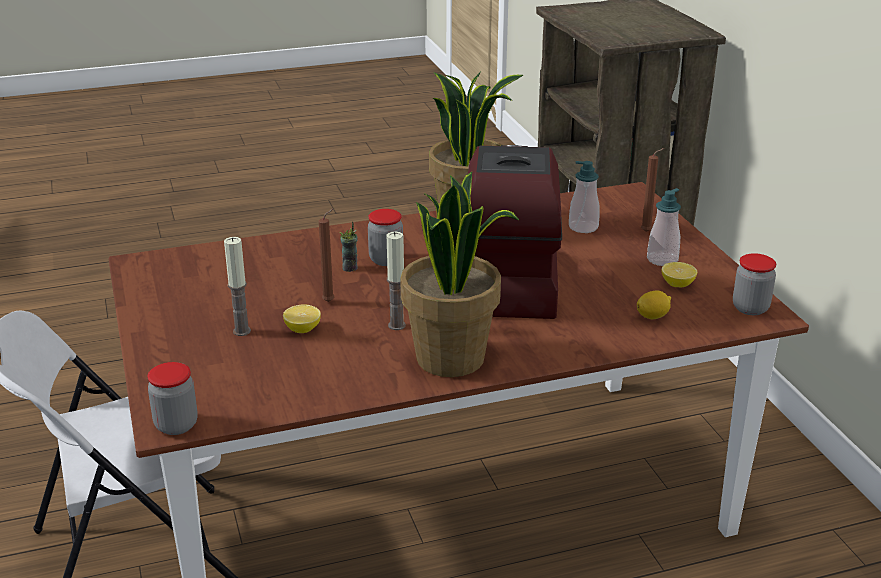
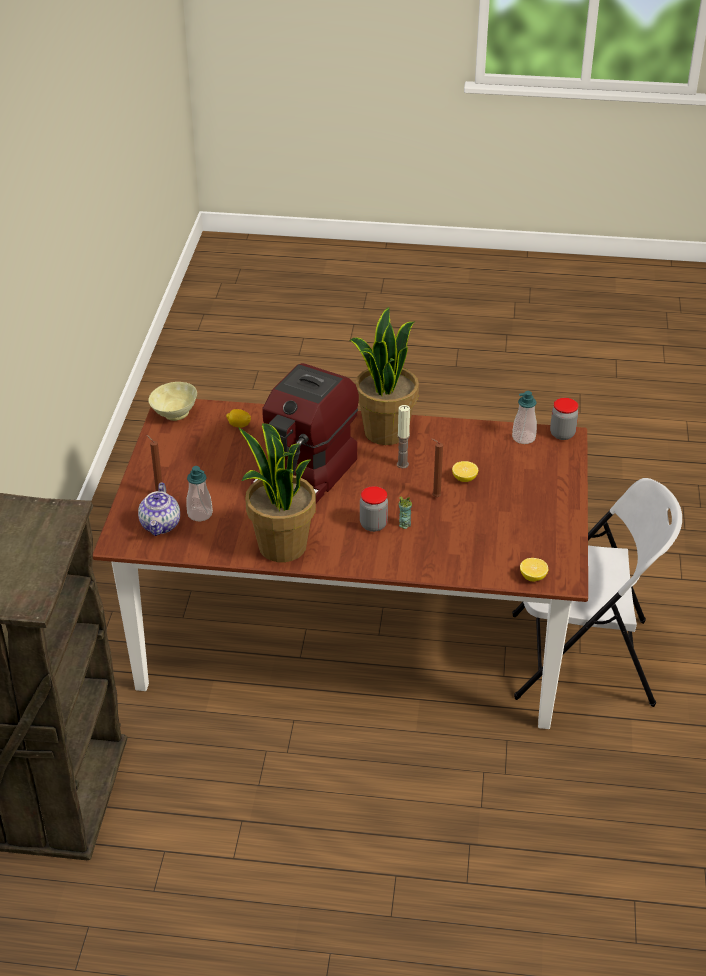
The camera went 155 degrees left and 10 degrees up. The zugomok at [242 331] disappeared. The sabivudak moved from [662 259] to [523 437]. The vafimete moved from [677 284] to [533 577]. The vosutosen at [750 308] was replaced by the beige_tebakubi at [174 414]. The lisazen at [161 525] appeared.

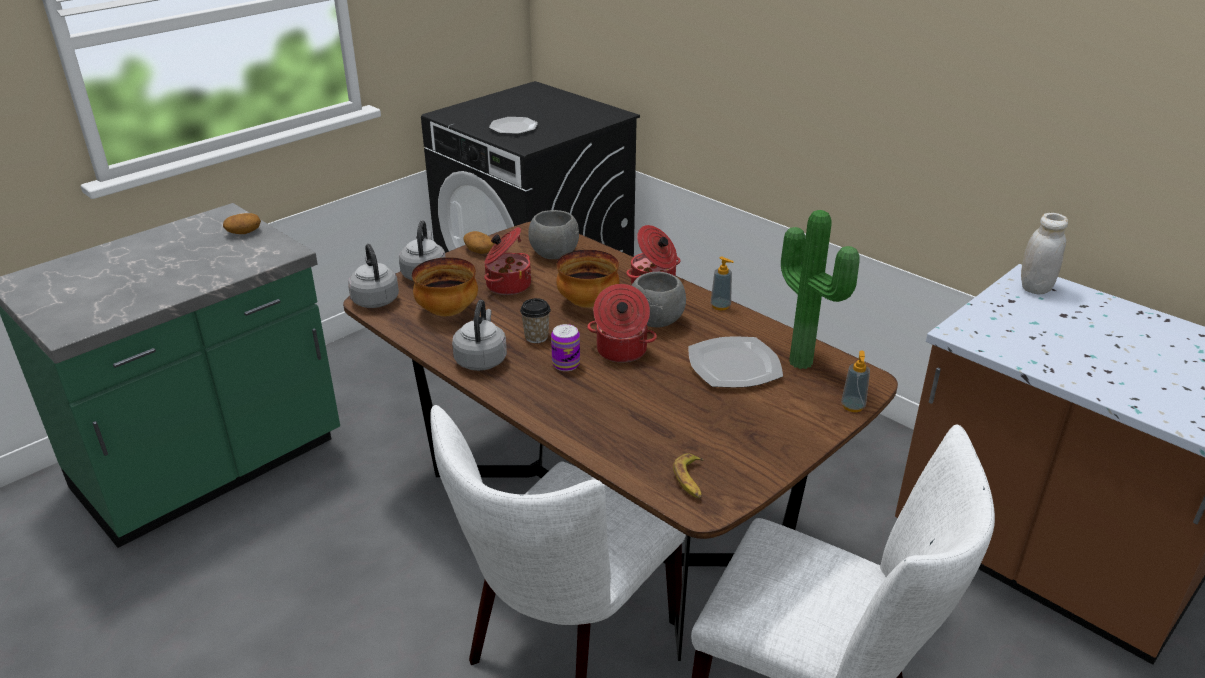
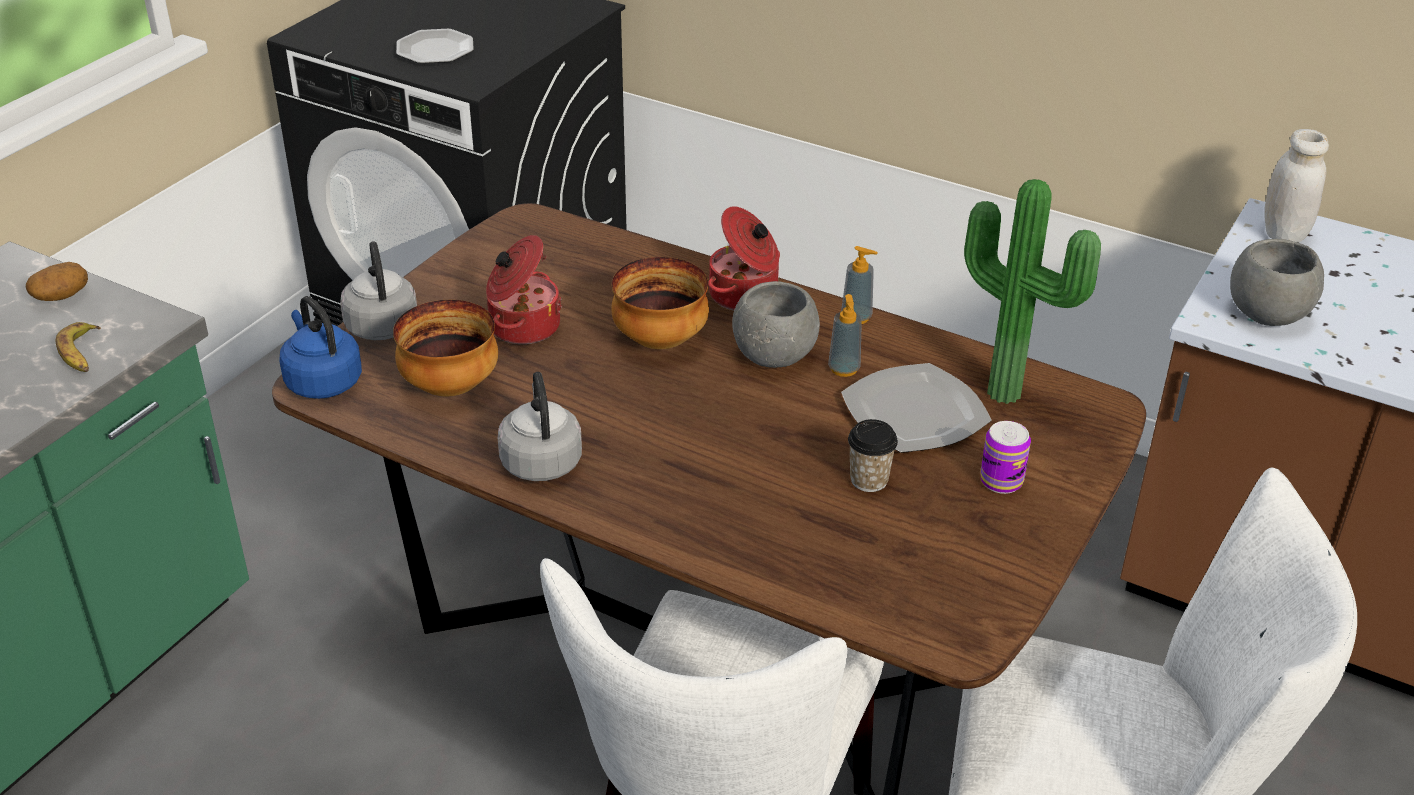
The camera went 15 degrees left and 5 degrees up. The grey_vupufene at [375 299] became the blue_vupufene at [322 381]. The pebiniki at [479 251] disappeared. The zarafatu moved from [536 337] to [869 480]. The grey_tebakubi moved from [553 254] to [1266 314]. The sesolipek moved from [566 364] to [1001 481]. The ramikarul at [621 351] disappeared. The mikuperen moved from [691 481] to [81 354]. The sabivudak moved from [852 406] to [844 369].

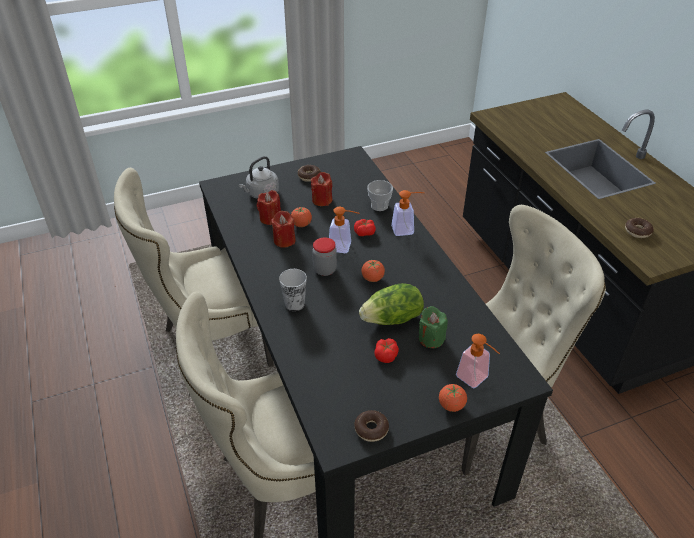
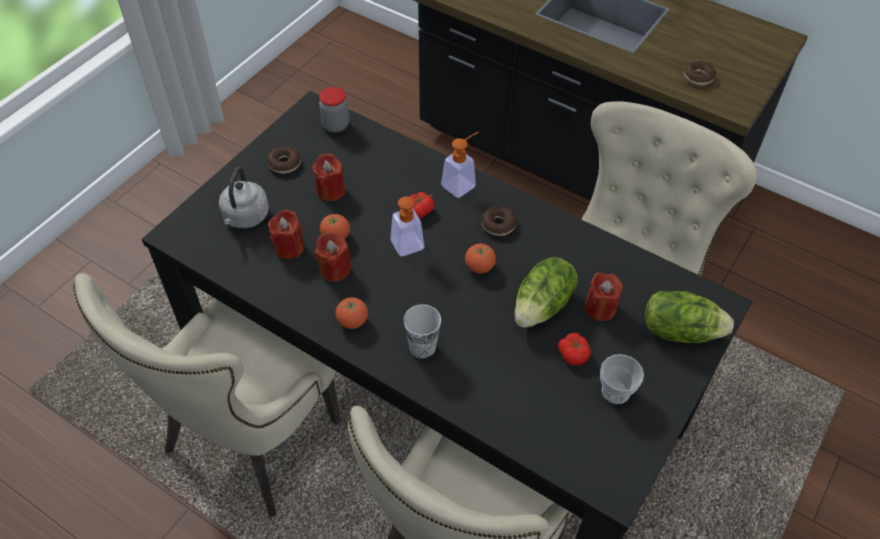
The camera went 35 degrees left and 10 degrees up. The vosutosen moved from [325 270] to [335 125]. The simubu moved from [371 429] to [498 225]. The zarafatu moved from [379 206] to [615 391]. The green_zugomok at [431 338] became the red_zugomok at [600 308]. The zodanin moved from [451 405] to [352 321]. The sabivudak at [476 379] was replaced by the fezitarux at [679 330].

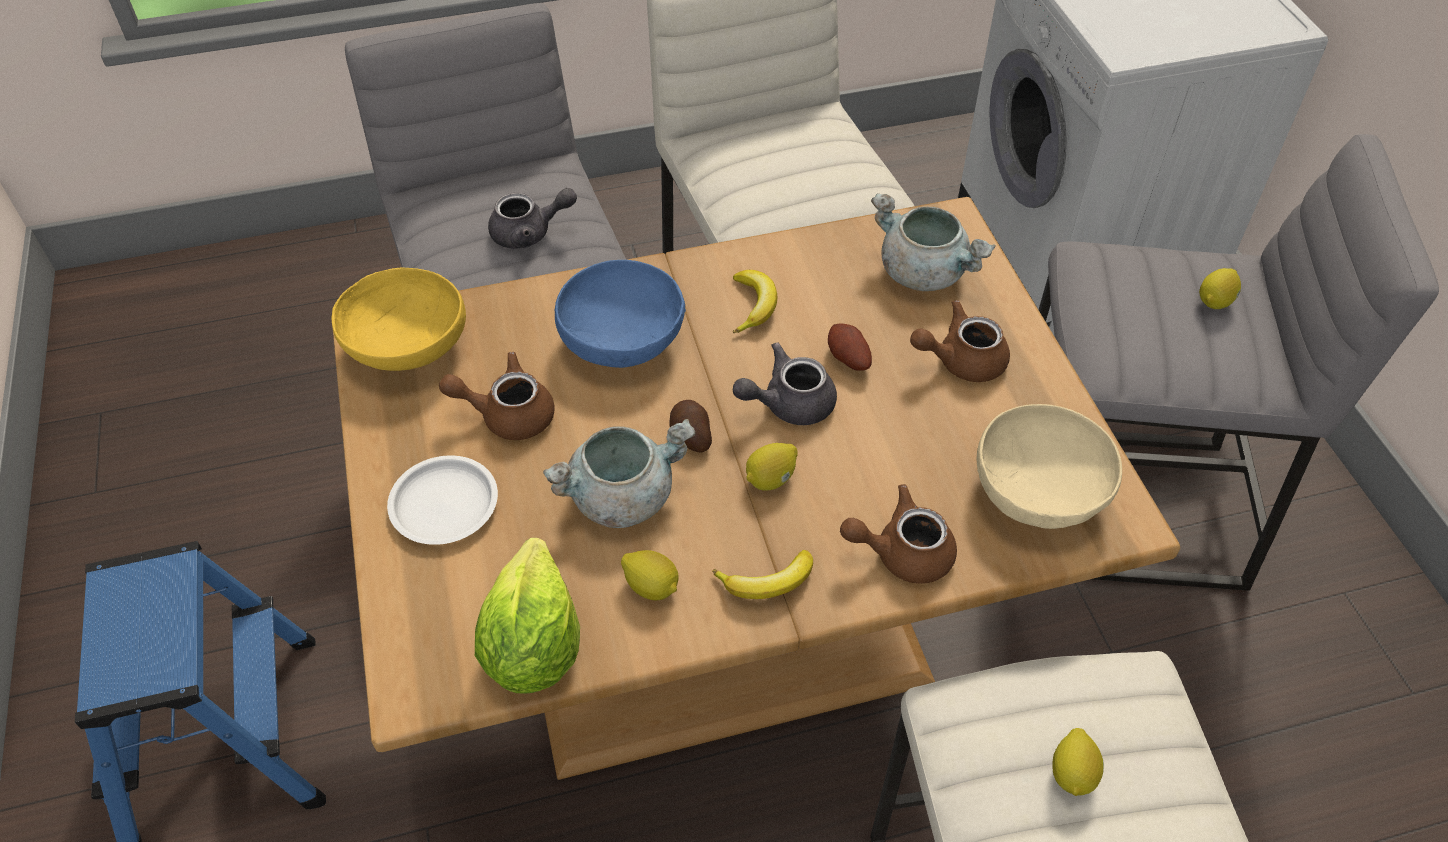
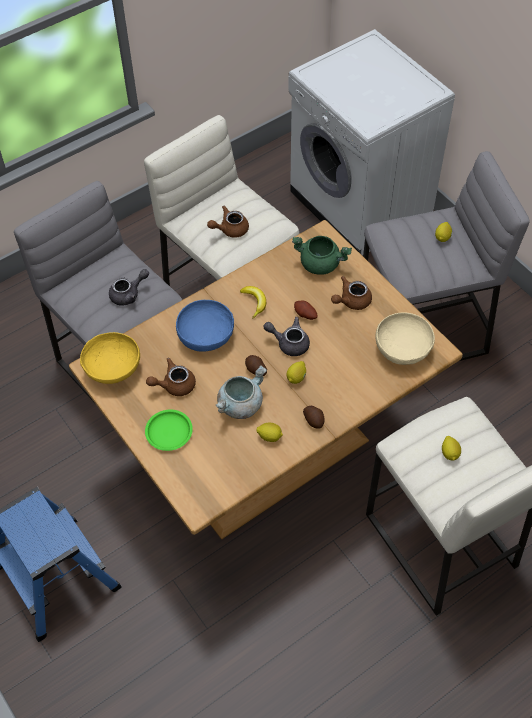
The camera went 20 degrees left and 5 degrees up. The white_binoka at [443 505] became the green_binoka at [168 432]. The fezitarux at [533 645] disappeared. The mikuperen at [767 582] was replaced by the pebiniki at [314 420]. The grey_lisazen at [788 404] turned 60 degrees clockwise. The brown_lisazen moved from [901 553] to [230 229]. The grey_ramikarul at [924 272] became the green_ramikarul at [320 264].

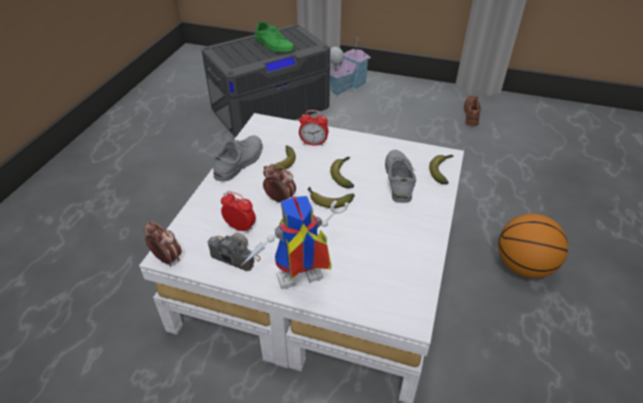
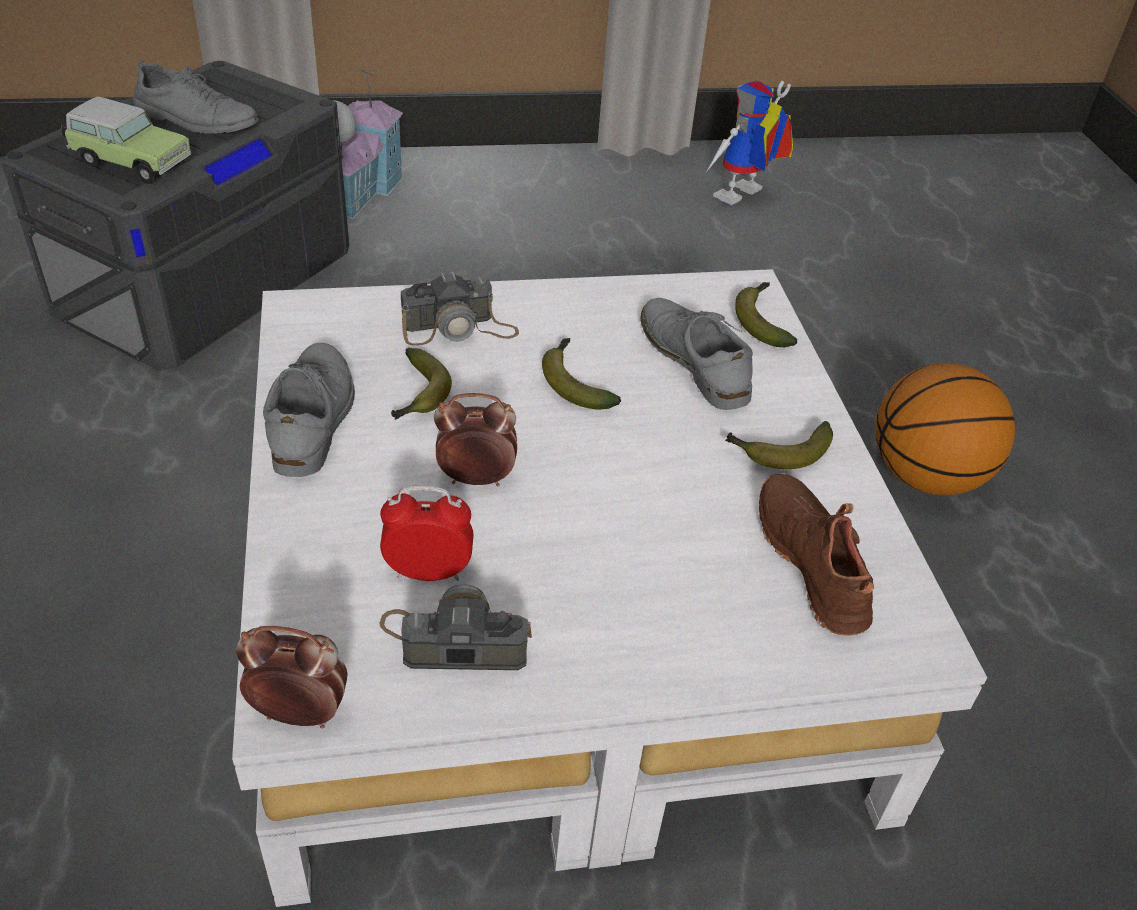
The camera went 30 degrees left and 0 degrees up. The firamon moved from [297 283] to [741 198]. The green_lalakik at [274 45] became the grey_lalakik at [196 119]. The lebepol at [313 143] was replaced by the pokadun at [459 329]. The mikuperen moved from [327 200] to [778 453]. The brown_lalakik moved from [472 114] to [814 563]. The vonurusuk at [129 163] appeared.

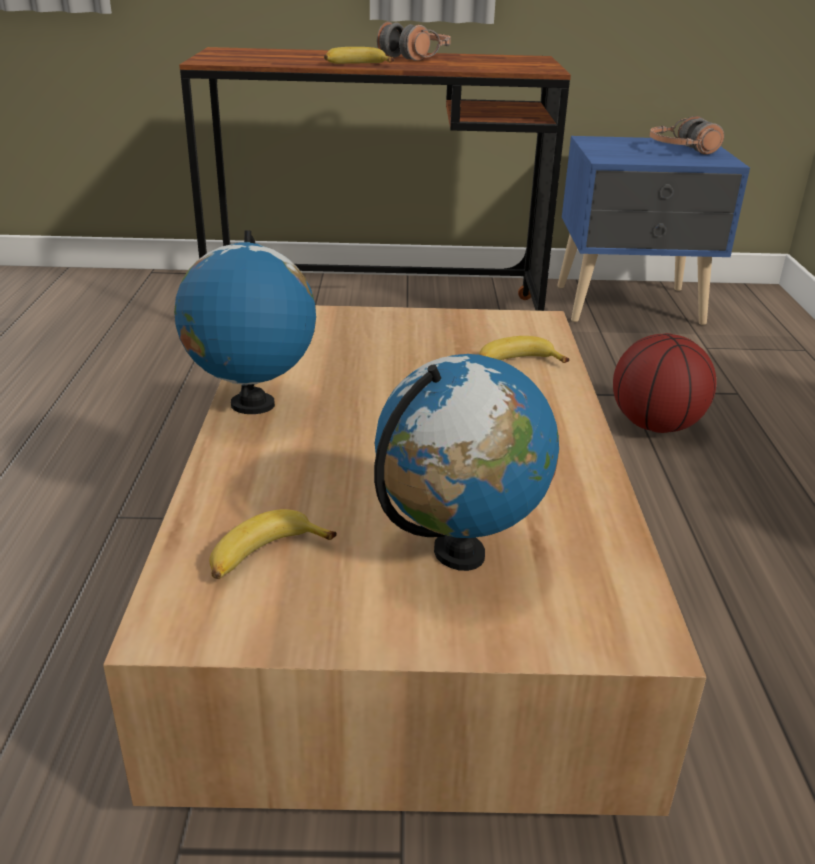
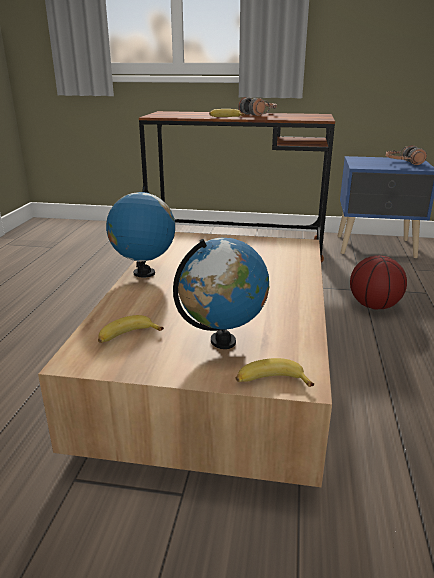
The camera went 10 degrees right and 5 degrees down. The mikuperen moved from [517 362] to [271 381].

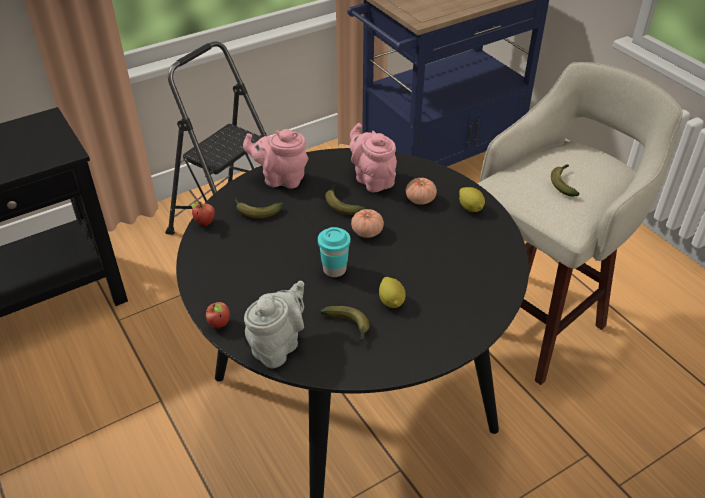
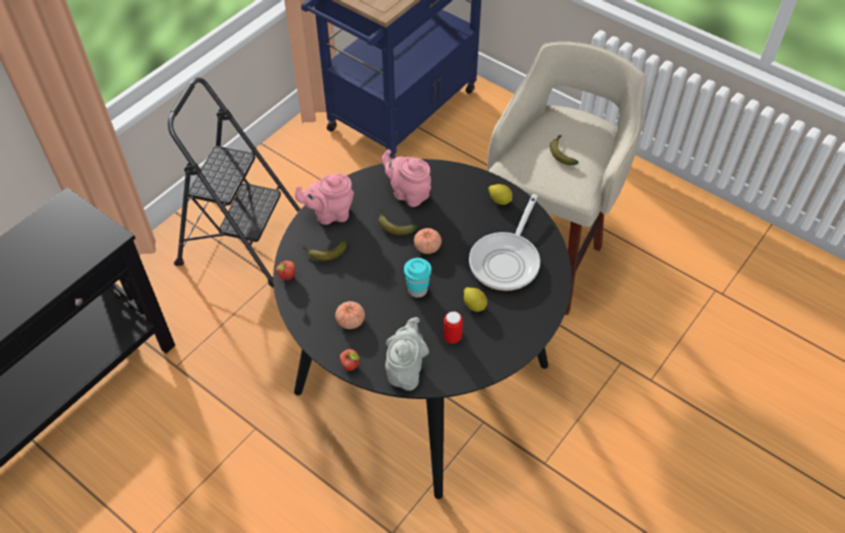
The camera went 20 degrees left and 10 degrees up. The mikuperen at [349 327] was replaced by the sesolipek at [452 337]. The zodanin moved from [420 199] to [350 321]. The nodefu at [507 260] appeared.

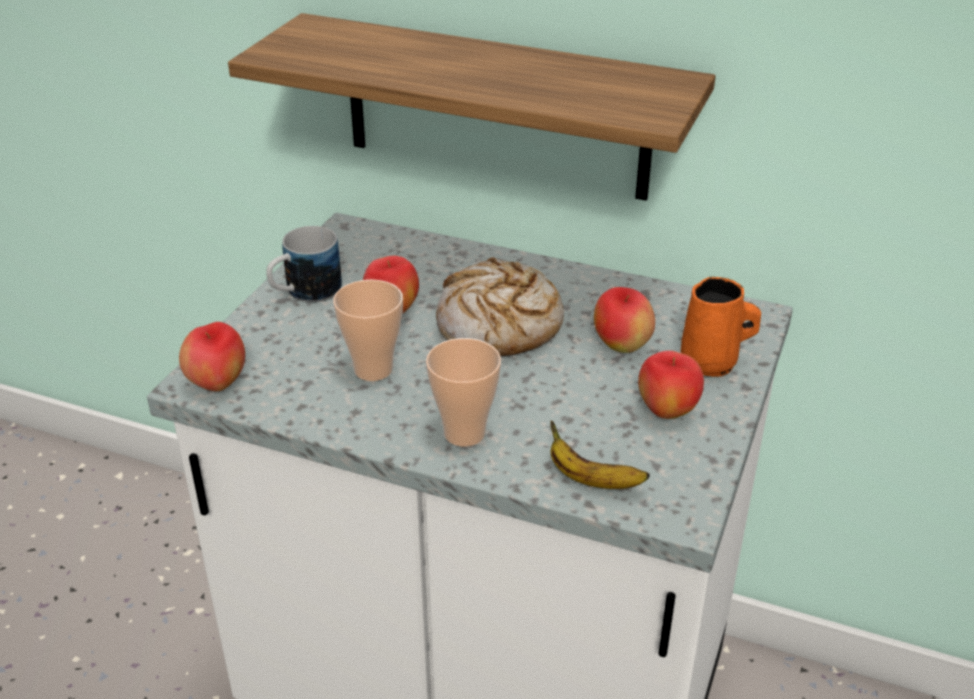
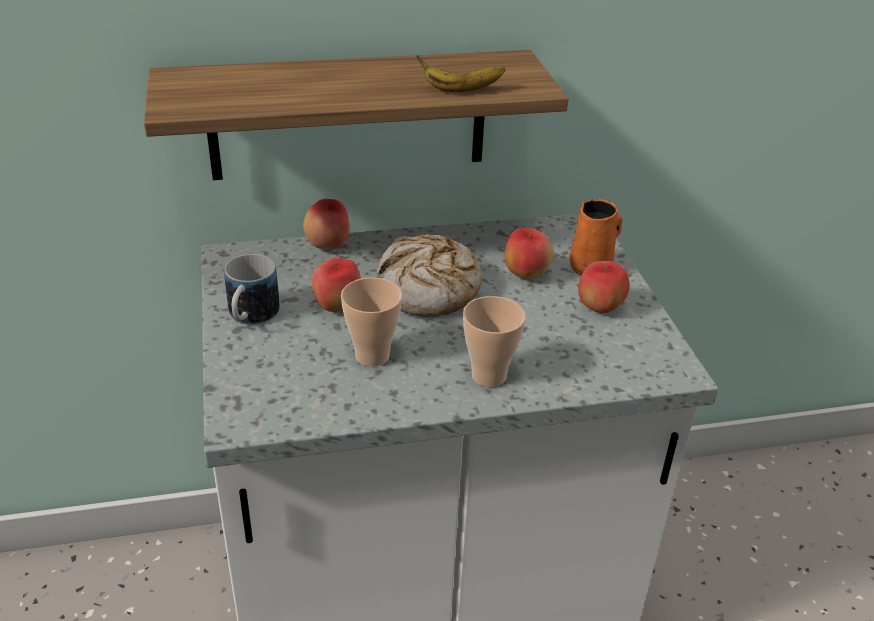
The camera went 35 degrees left and 0 degrees up. The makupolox moved from [217 384] to [328 246]. The mikuperen moved from [591 480] to [460 90].

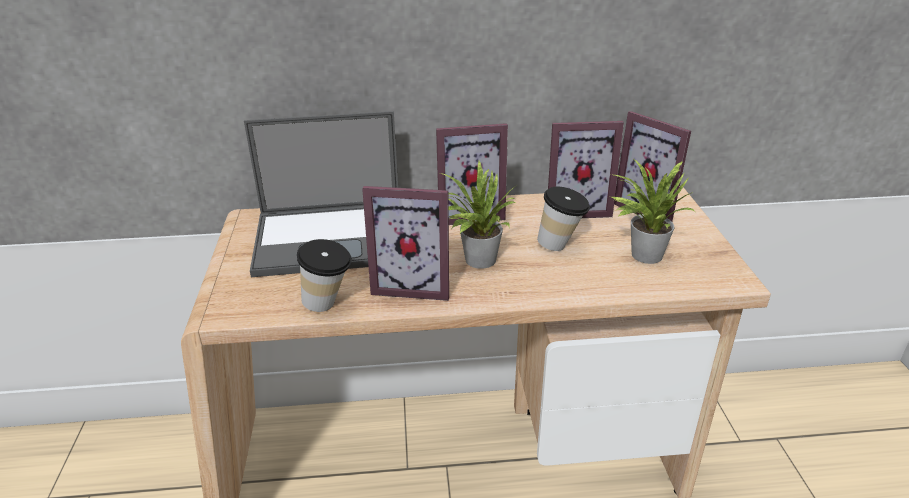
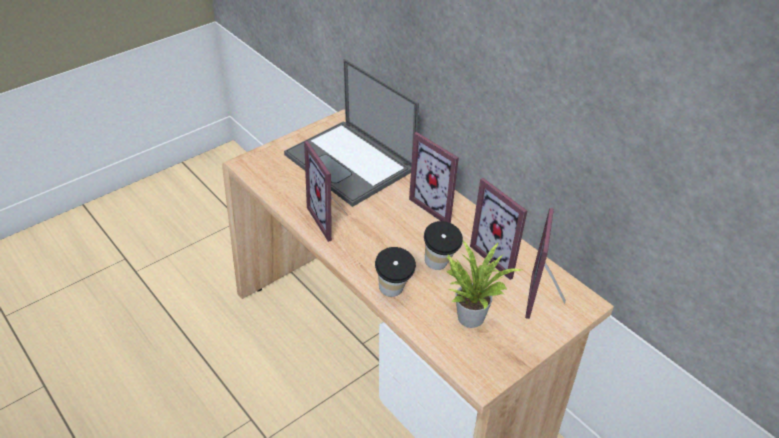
The camera went 55 degrees right and 10 degrees up. The zarafatu moved from [329 305] to [394 294]. The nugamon at [476 260] disappeared.

